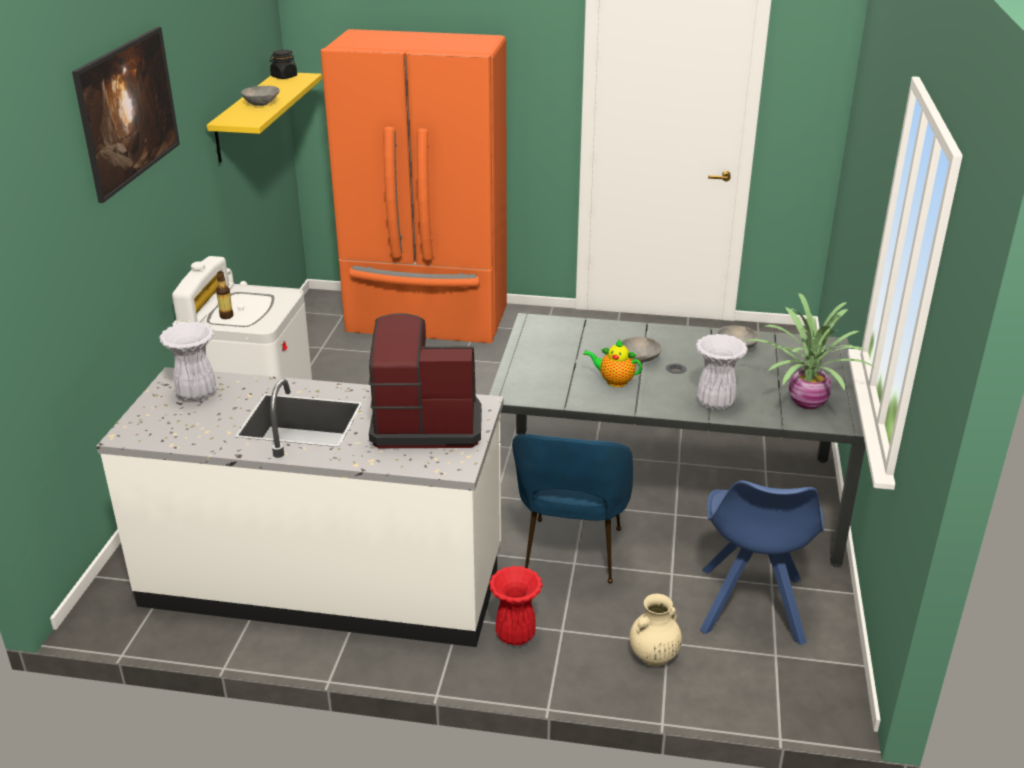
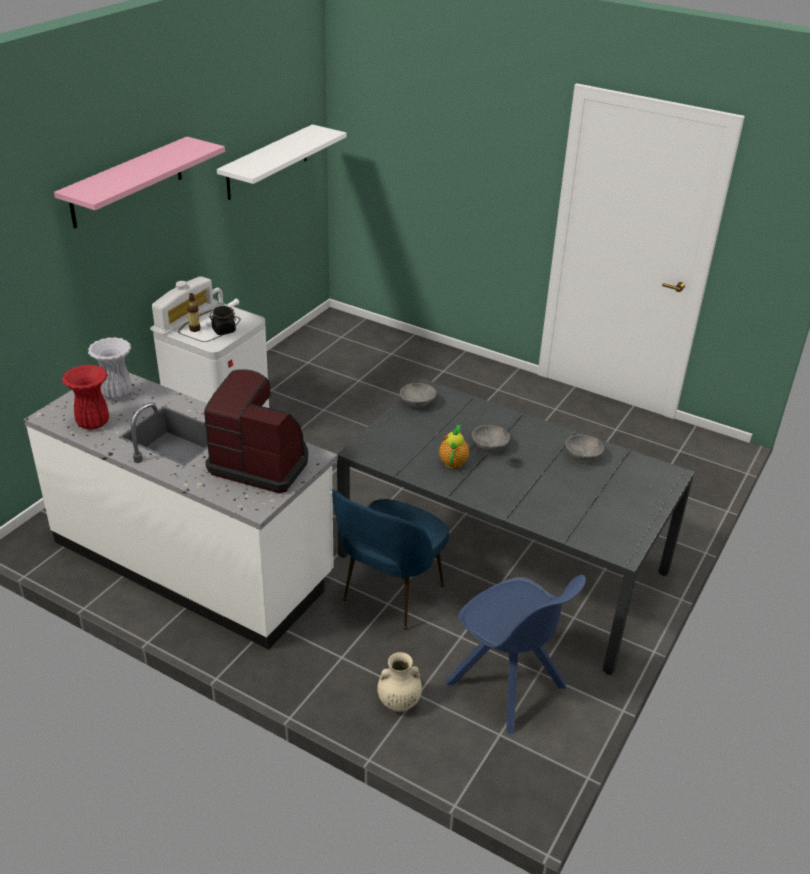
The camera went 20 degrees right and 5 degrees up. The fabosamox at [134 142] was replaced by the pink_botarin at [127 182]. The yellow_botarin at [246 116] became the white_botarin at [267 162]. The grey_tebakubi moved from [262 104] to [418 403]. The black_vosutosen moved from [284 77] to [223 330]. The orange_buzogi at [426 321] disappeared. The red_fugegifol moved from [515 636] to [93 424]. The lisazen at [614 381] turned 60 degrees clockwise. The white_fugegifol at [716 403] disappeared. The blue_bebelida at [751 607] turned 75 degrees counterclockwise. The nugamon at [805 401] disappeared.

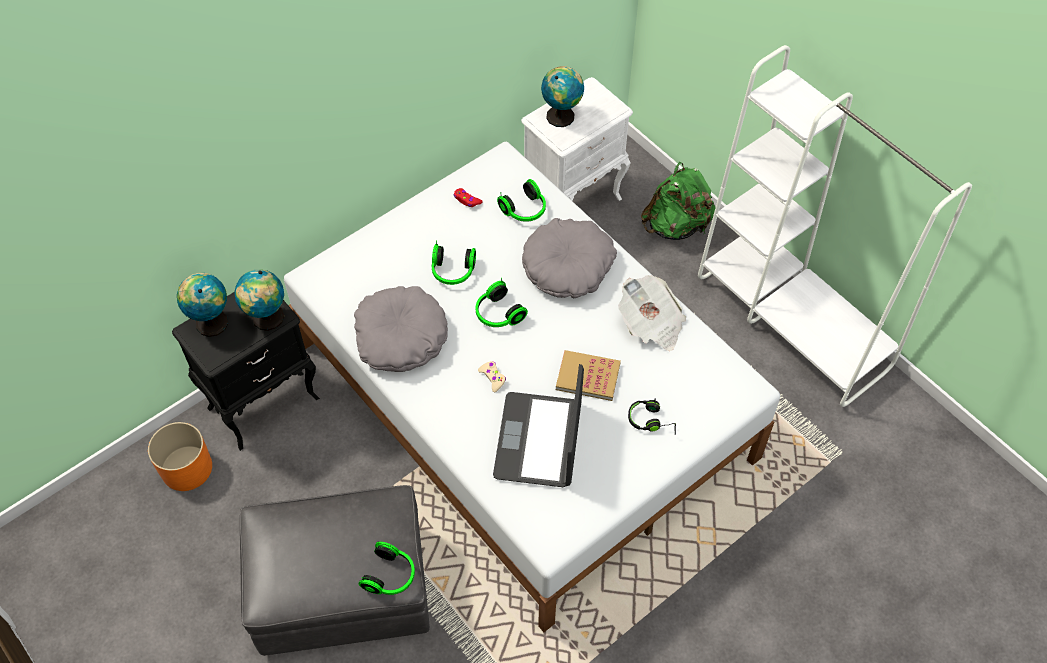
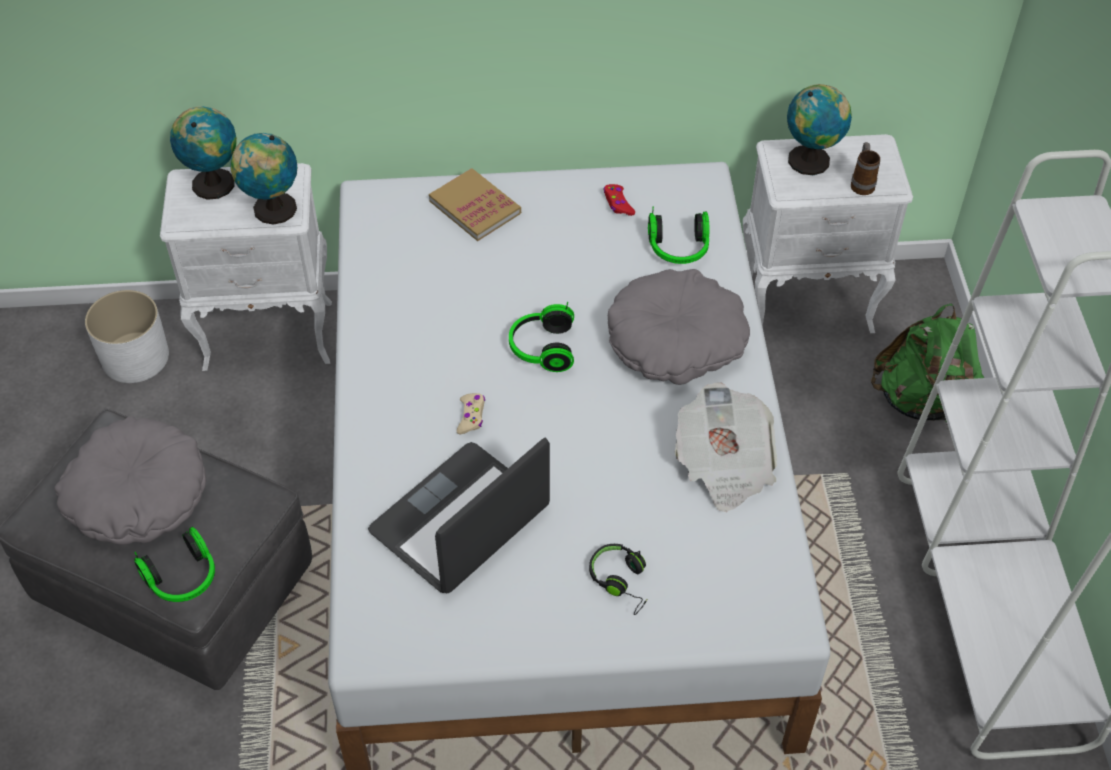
The camera went 35 degrees right and 5 degrees down. The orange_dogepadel at [187 468] became the white_dogepadel at [136 357]. The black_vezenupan at [264 403] became the white_vezenupan at [269 335]. The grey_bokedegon moved from [402 337] to [140 496]. The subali at [452 272] disappeared. The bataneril moved from [588 377] to [475 207]. The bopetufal at [862 183] appeared.

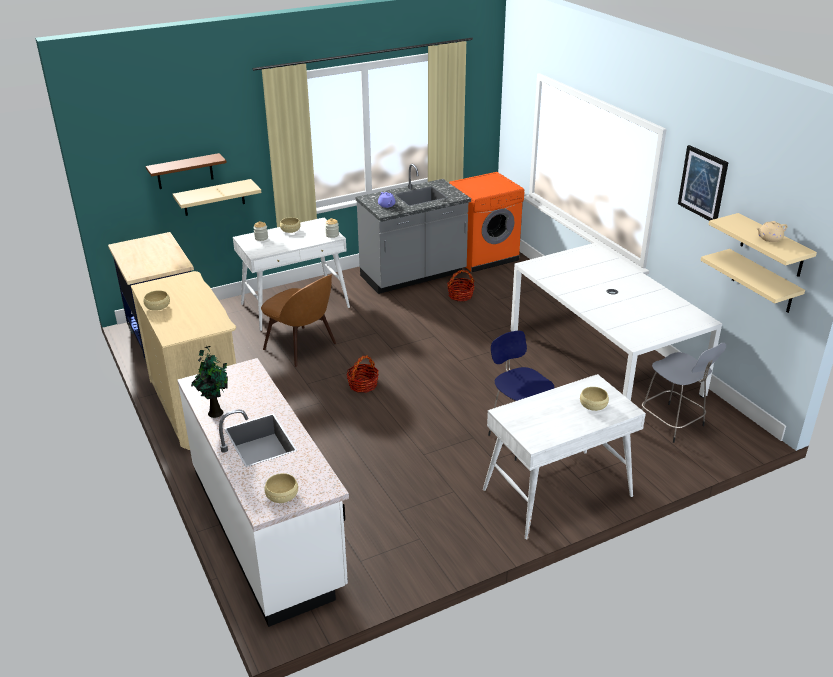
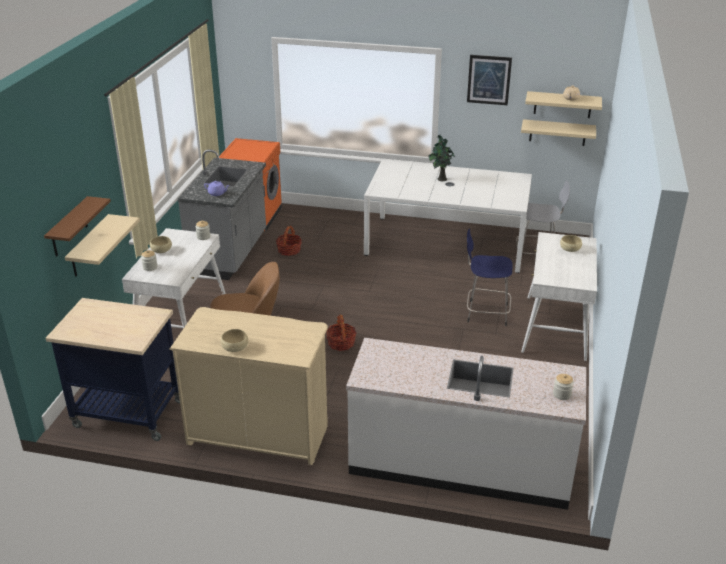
The camera went 50 degrees left and 0 degrees up. The nugamon moved from [215 412] to [441 179]. The beige_tebakubi at [282 495] was replaced by the vosutosen at [562 394].

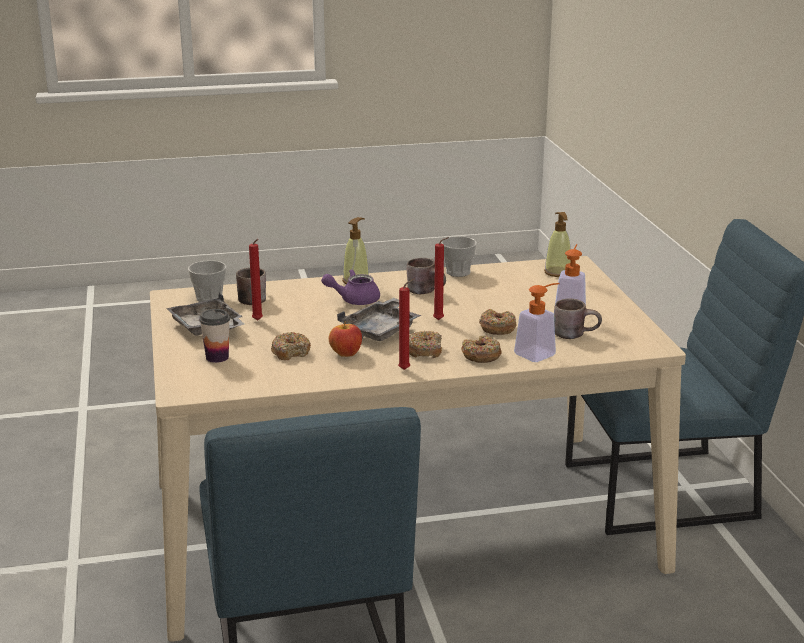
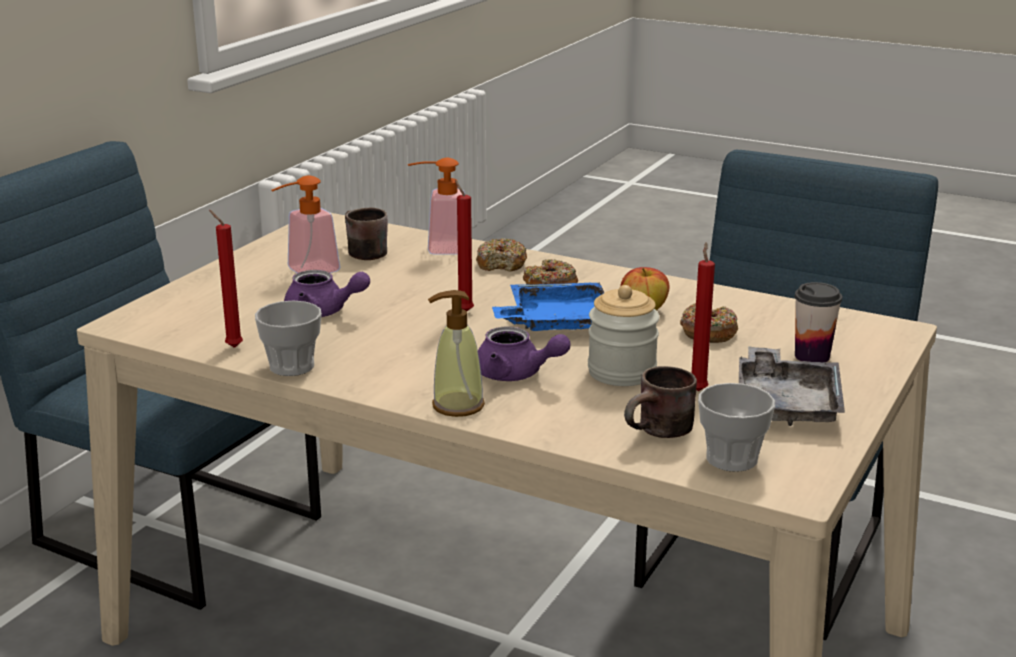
The camera went 140 degrees left and 0 degrees up. The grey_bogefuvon at [381 330] became the blue_bogefuvon at [556 322]. The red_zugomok moved from [406 369] to [232 347]. The brown_bopetufal at [427 290] disappeared. The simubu at [497 328] disappeared. The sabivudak at [557 273] disappeared. The purple_lisazen at [323 312] appeared. The vosutosen at [621 372] appeared.

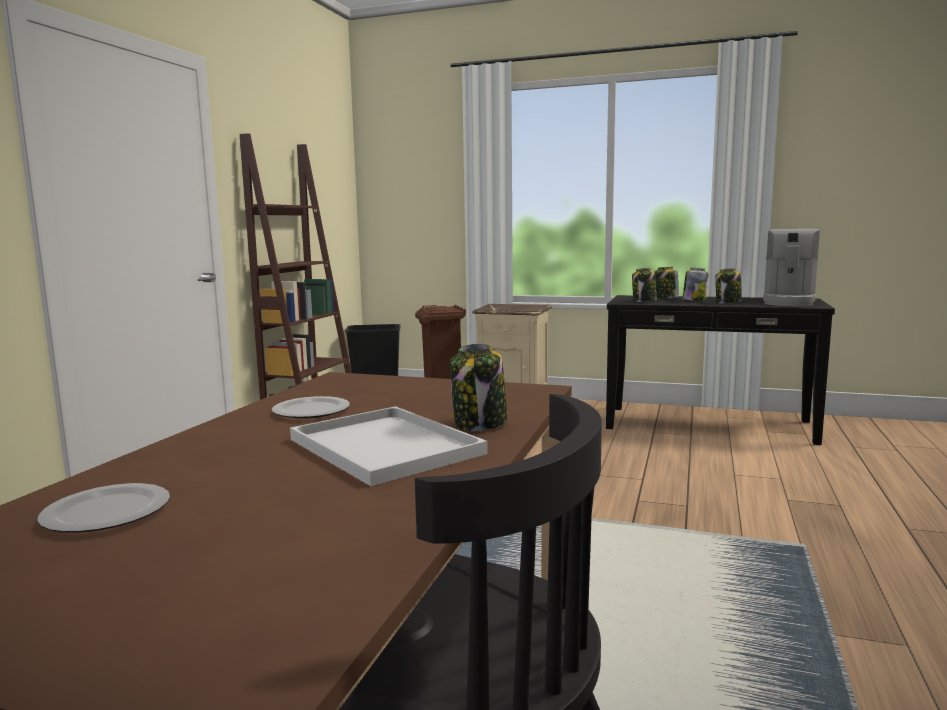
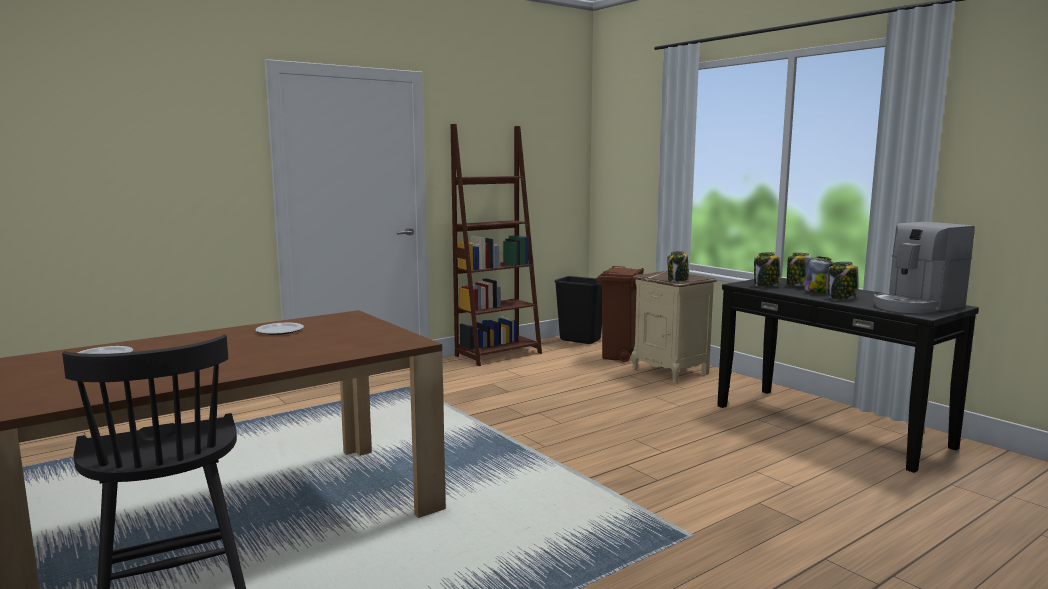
The camera went 35 degrees right and 0 degrees up. The white_bogefuvon at [388 447] disappeared. The vosutosen moved from [480 424] to [678 280].

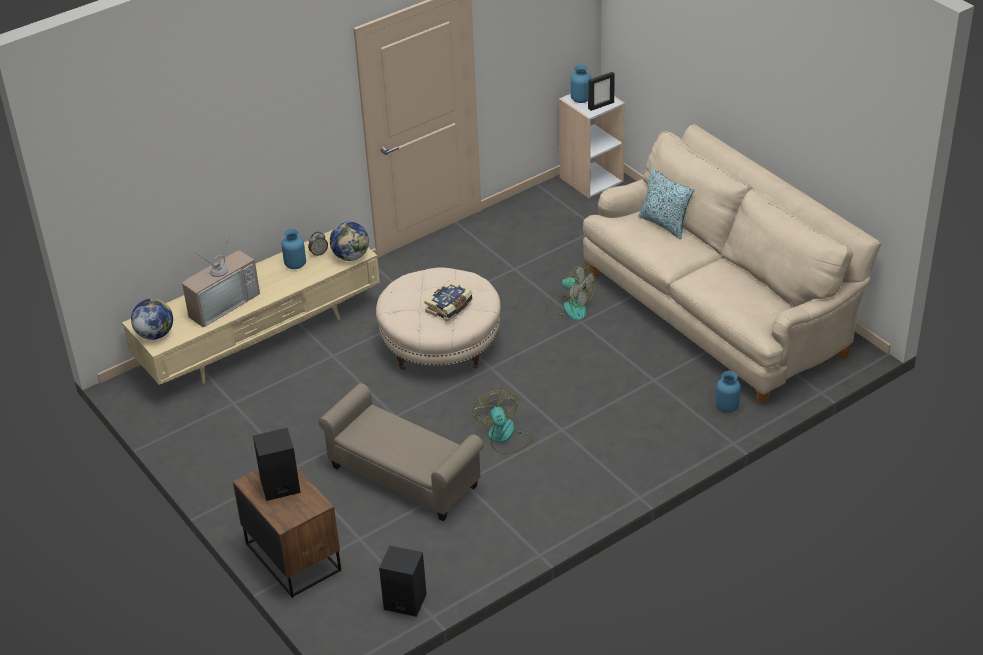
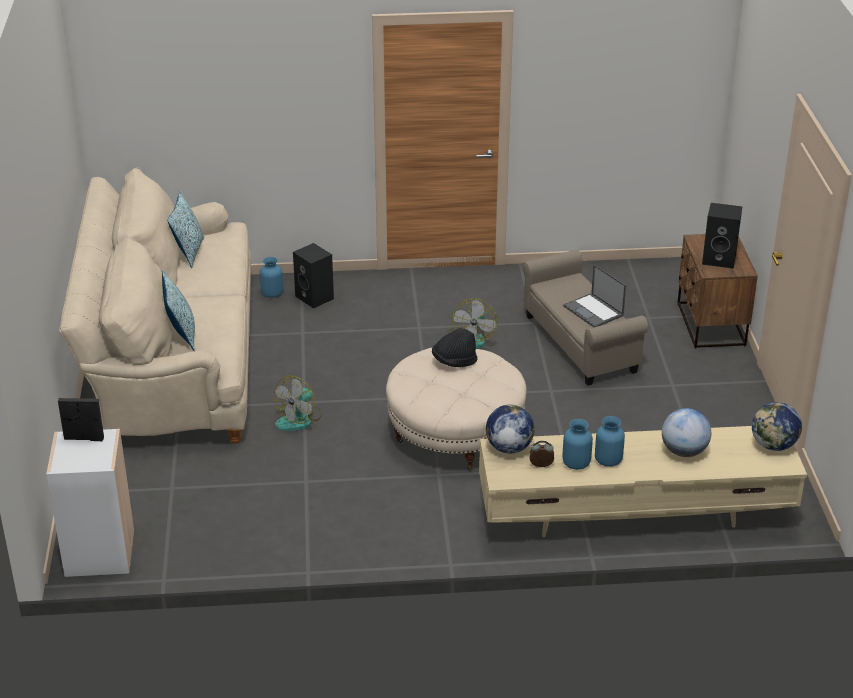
The camera went 150 degrees left and 5 degrees down. The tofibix at [221 303] was replaced by the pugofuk at [684 452]. The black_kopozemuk moved from [404 602] to [315 297]. The bataneril at [450 307] was replaced by the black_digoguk at [454 361]. The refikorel at [569 308] turned 120 degrees counterclockwise. The blue_fugegifol moved from [581 99] to [608 460]. The bokedegon at [189 252] appeared. The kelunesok at [594 311] appeared.

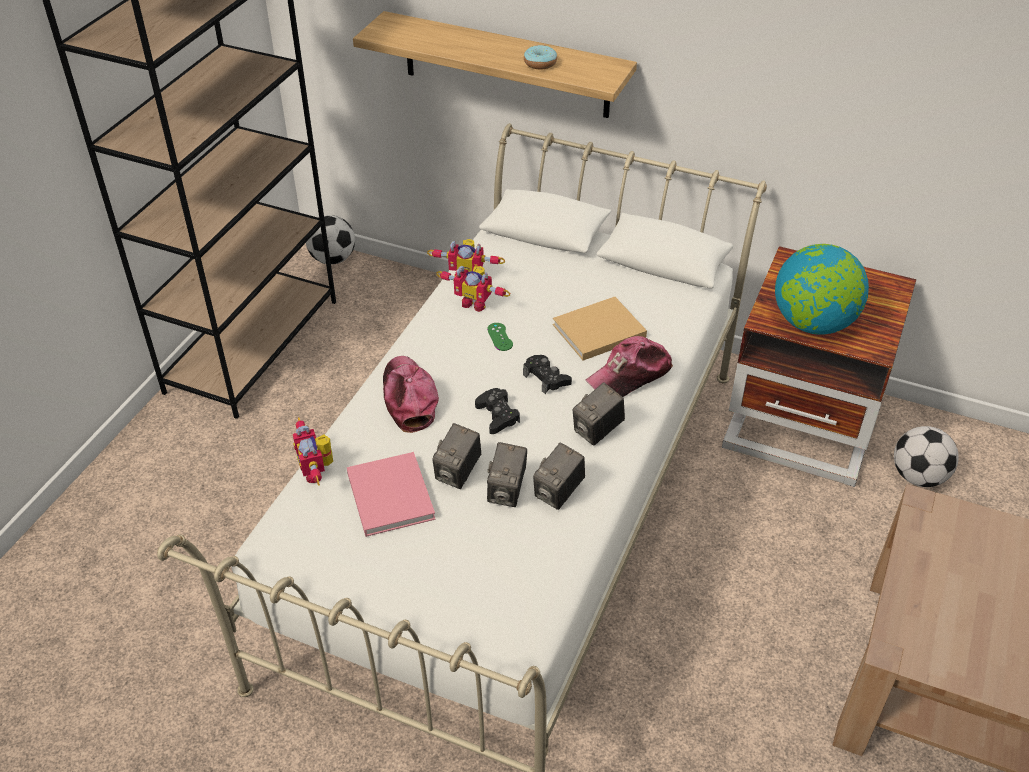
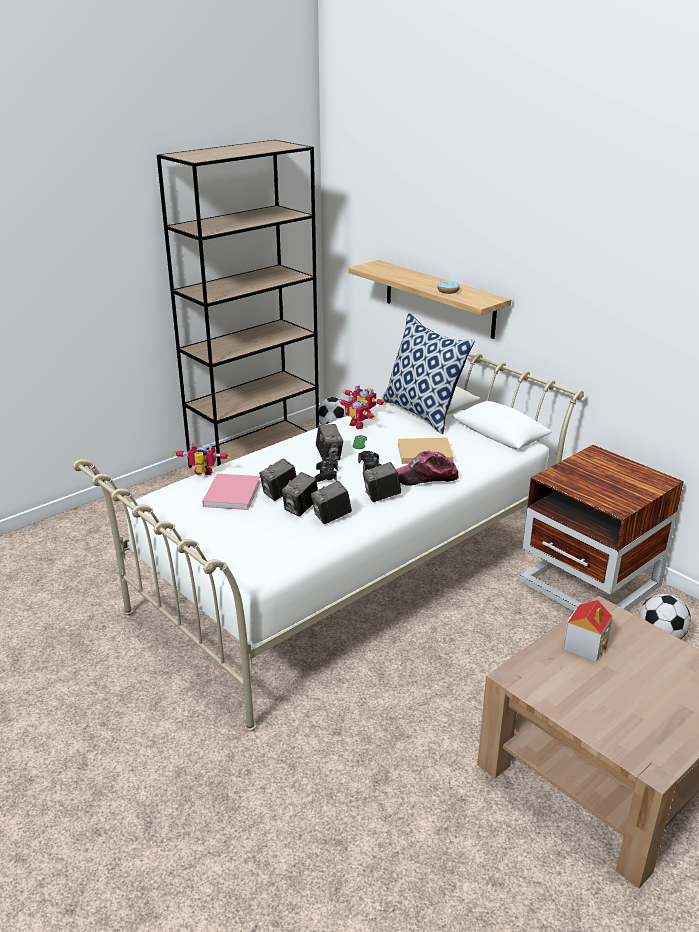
The camera went 25 degrees right and 15 degrees down. The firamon at [317 471] turned 90 degrees clockwise. The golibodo at [408 398] disappeared. The pugofuk at [812 323] disappeared. The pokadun at [329 456] appeared. The bokedegon at [423 413] appeared. The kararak at [585 645] appeared.

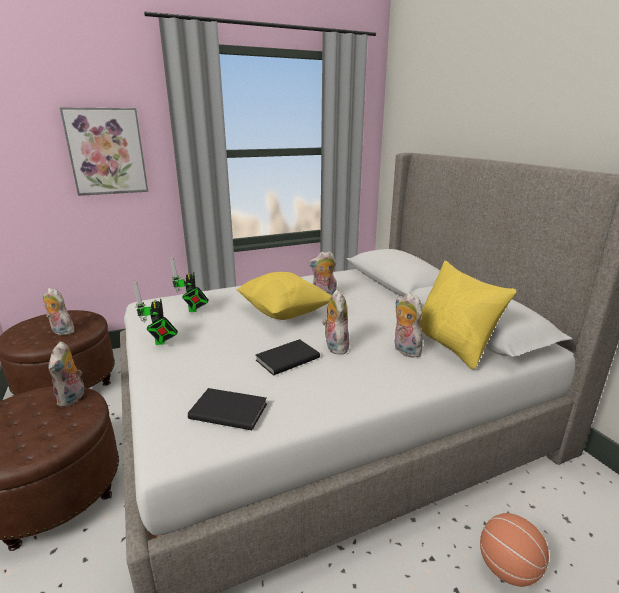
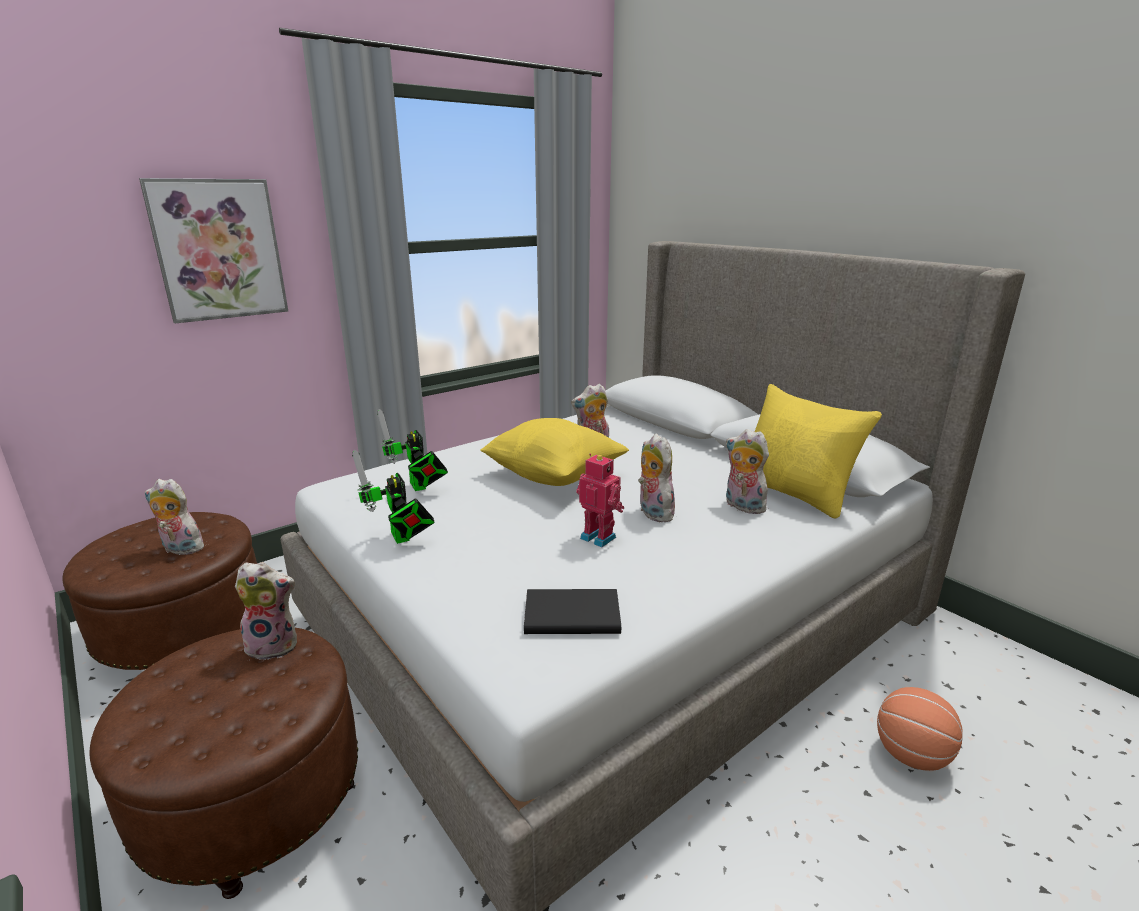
The camera went 15 degrees left and 0 degrees up. The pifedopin at [73 398] turned 75 degrees counterclockwise. The black_bataneril at [286 358] was replaced by the firamon at [599 537].

